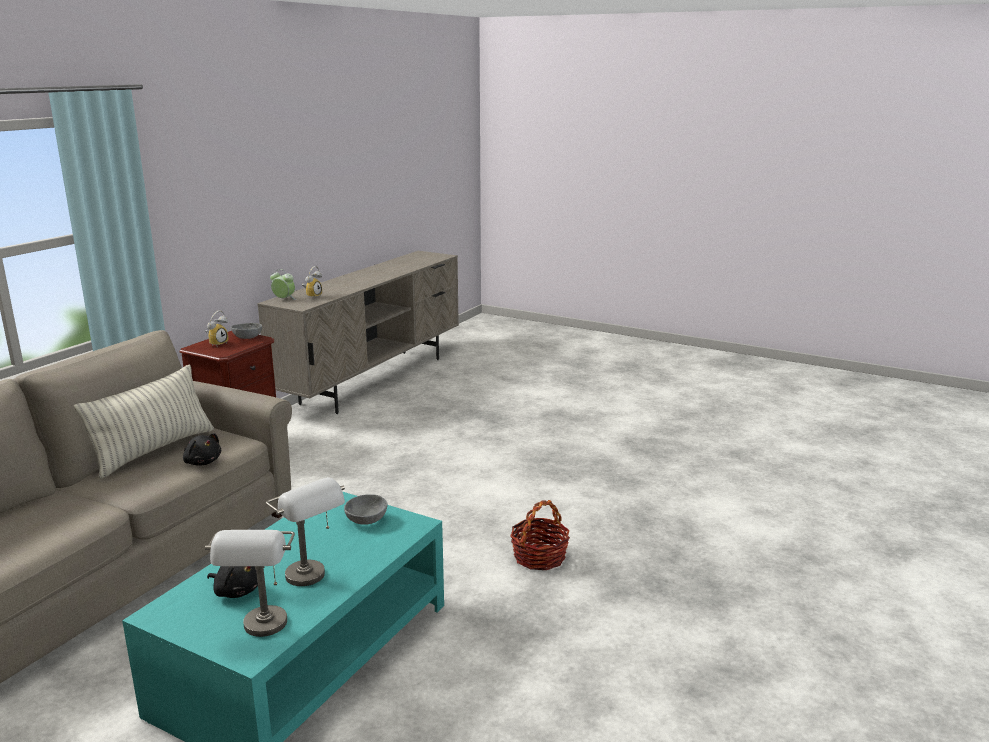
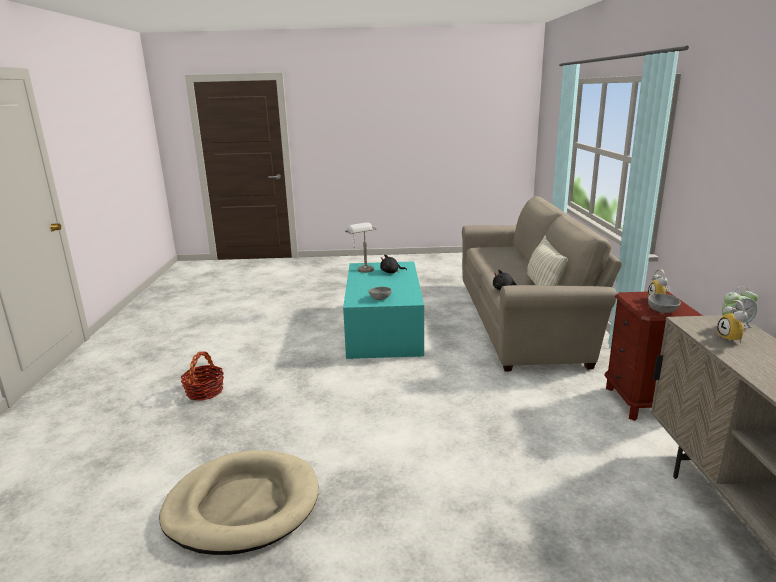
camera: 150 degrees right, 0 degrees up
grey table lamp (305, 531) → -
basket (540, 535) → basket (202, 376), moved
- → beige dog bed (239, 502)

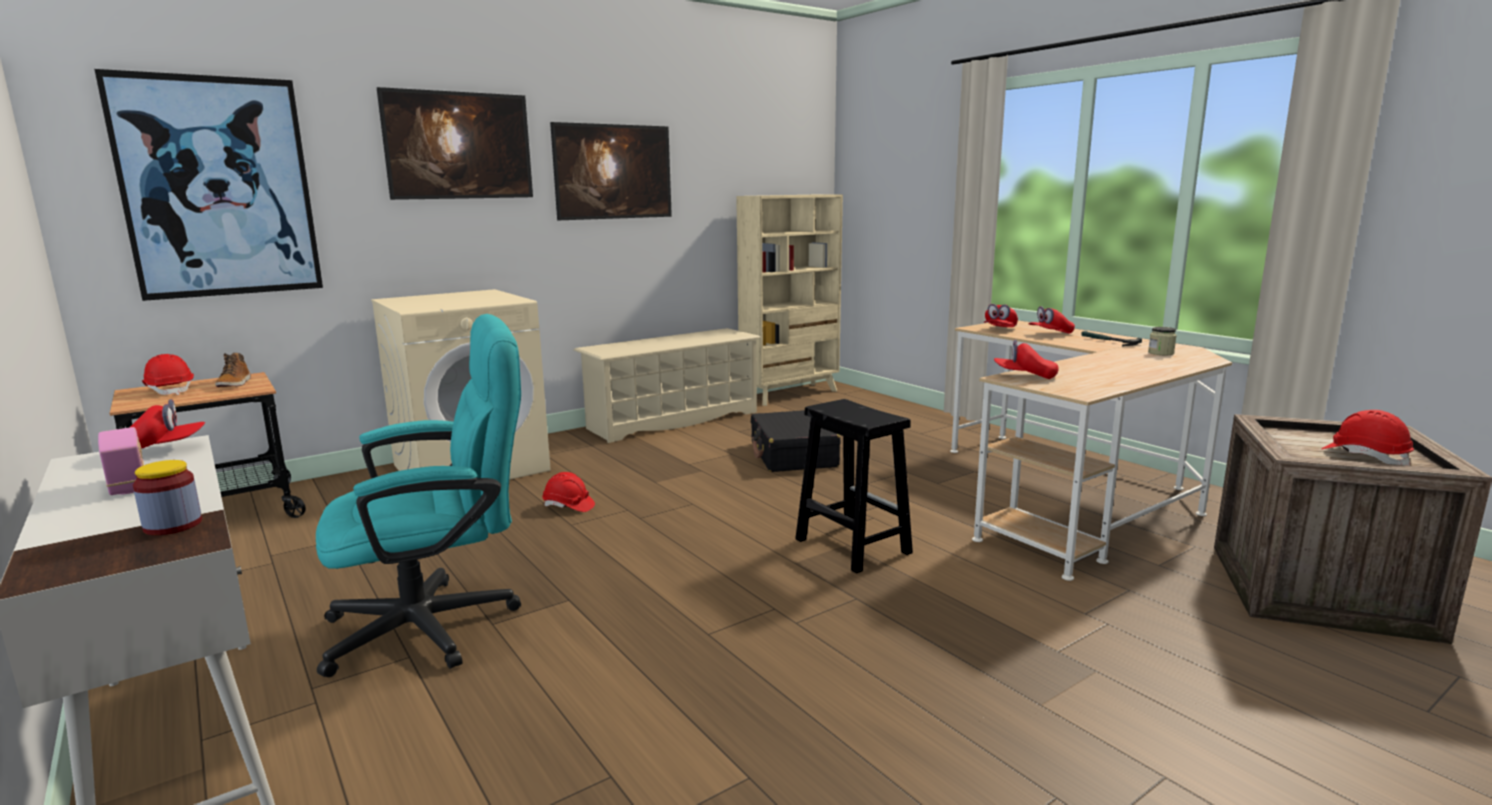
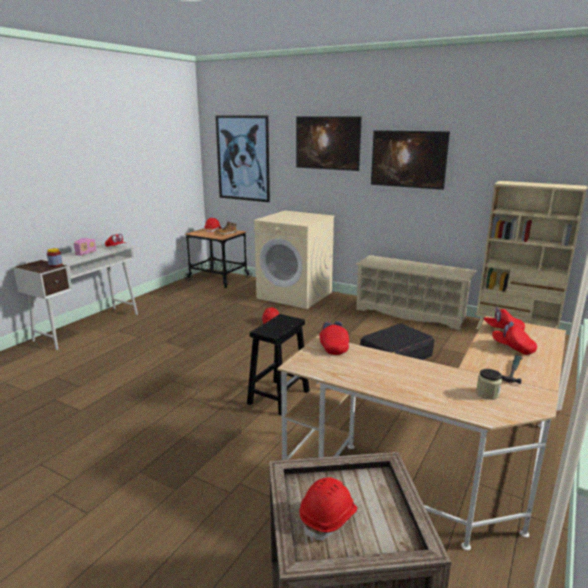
camera: 65 degrees right, 5 degrees up
turquoise office chair (418, 495) → -

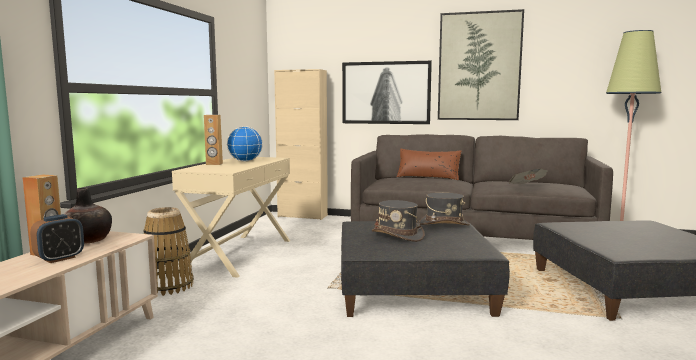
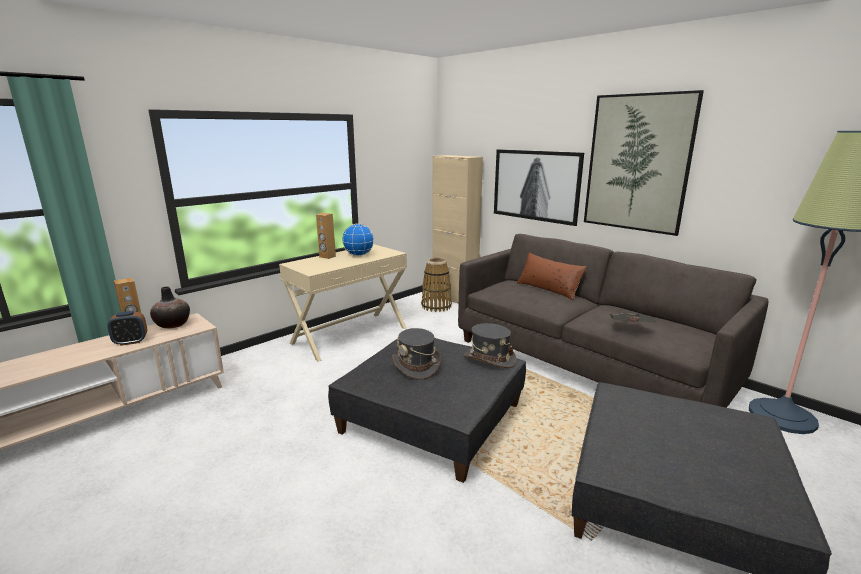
camera: 30 degrees right, 10 degrees up
basket (168, 251) → basket (436, 285), moved

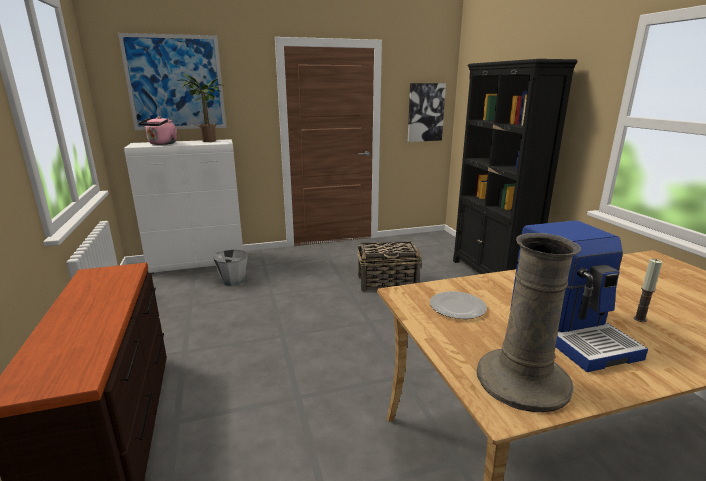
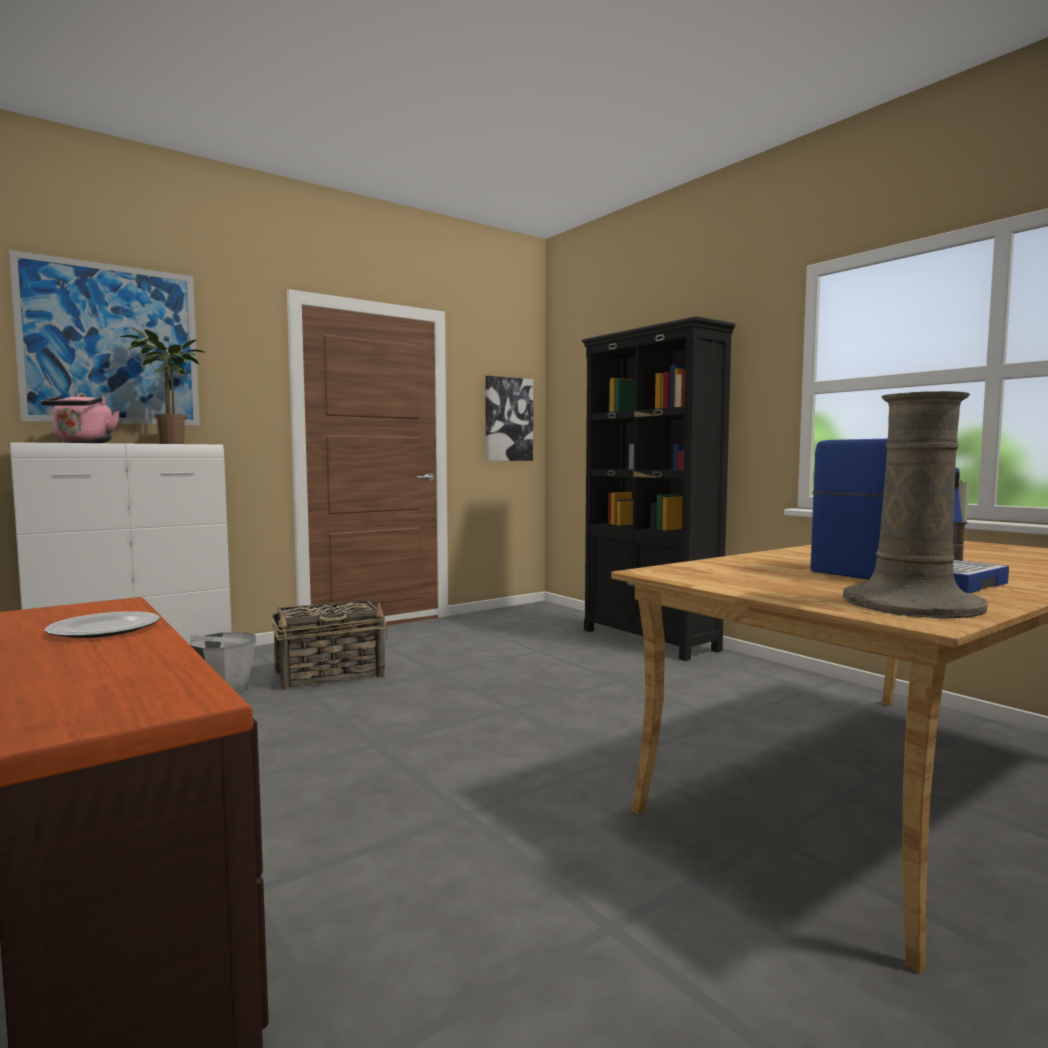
camera: 20 degrees left, 15 degrees down
basket (389, 266) → basket (329, 645), moved
plate (458, 305) → plate (102, 624), moved

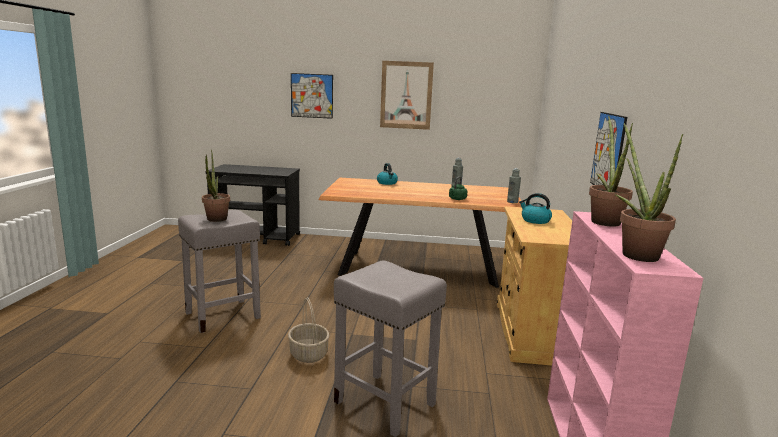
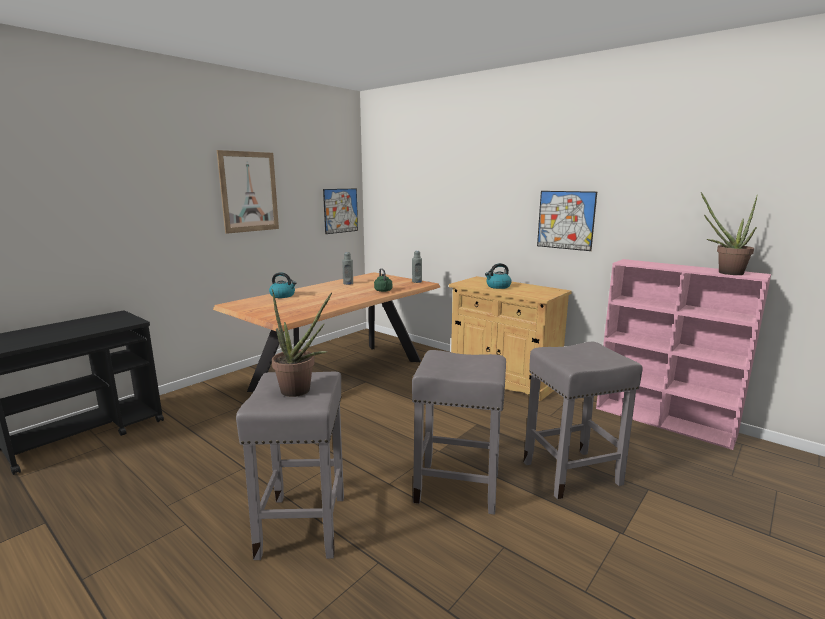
camera: 55 degrees left, 0 degrees up
basket (308, 330) → grey stool (459, 432)
picture (312, 96) → picture (340, 211), moved
potted plant (611, 171) → -

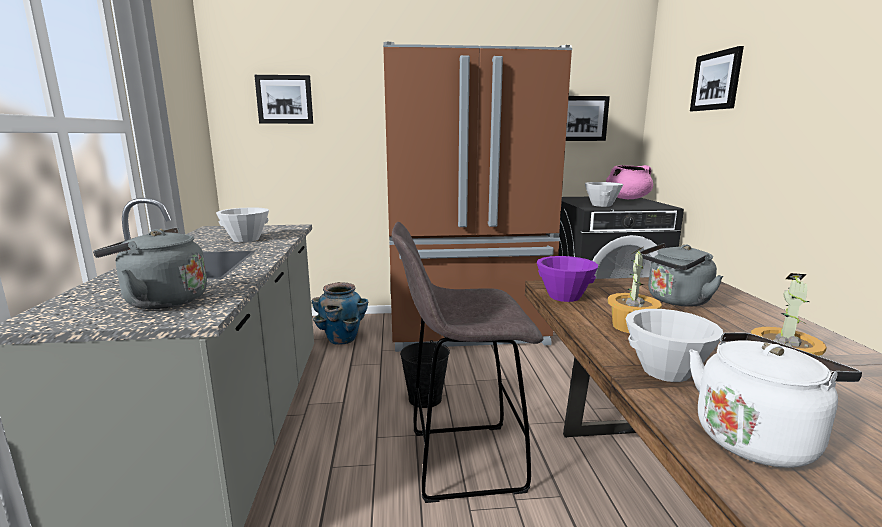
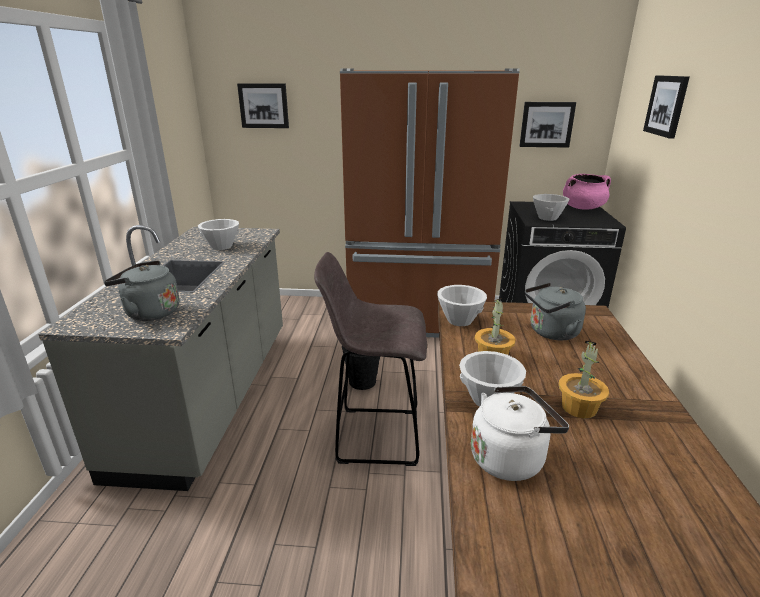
camera: 10 degrees right, 10 degrees up
planter (340, 313) → -
purple bowl (567, 279) → white bowl (462, 305)

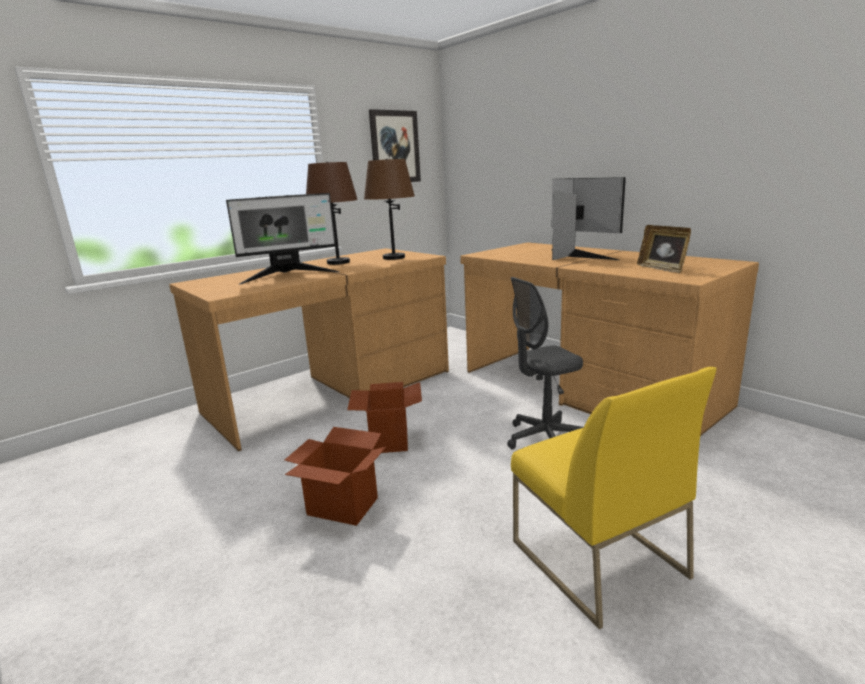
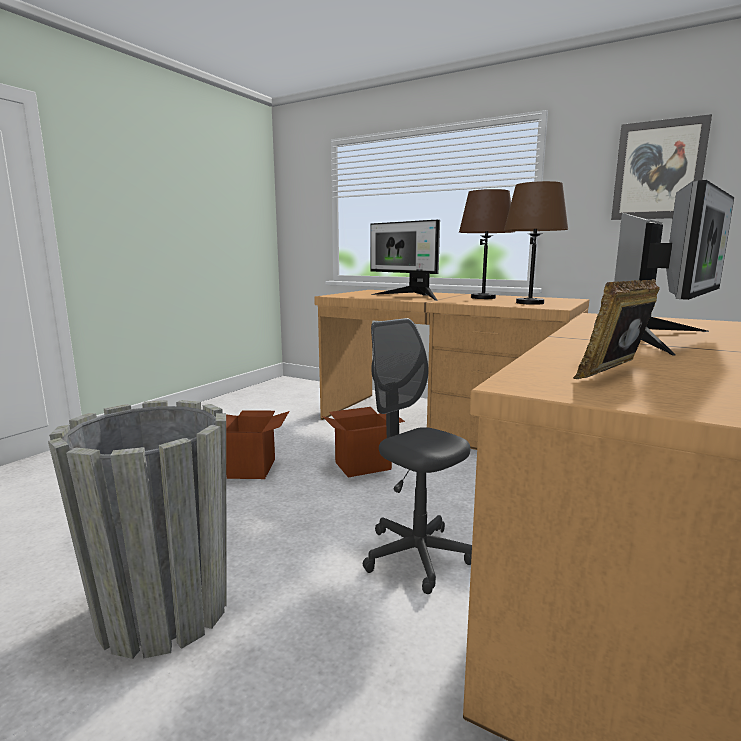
camera: 70 degrees right, 5 degrees down
yellow chair (614, 498) → grey planter (137, 529)

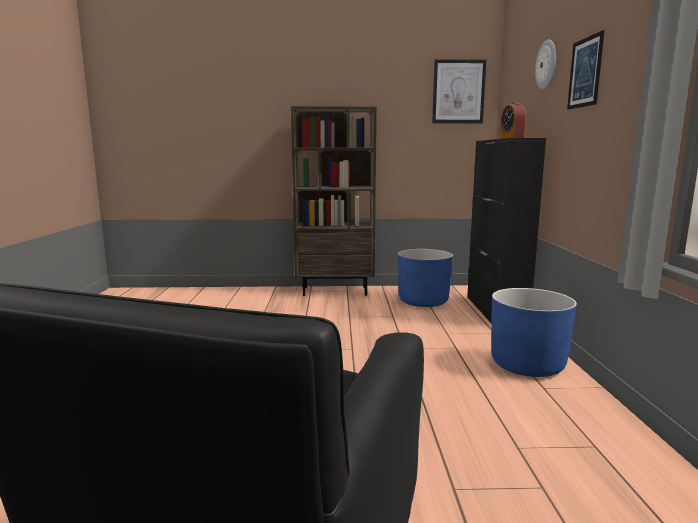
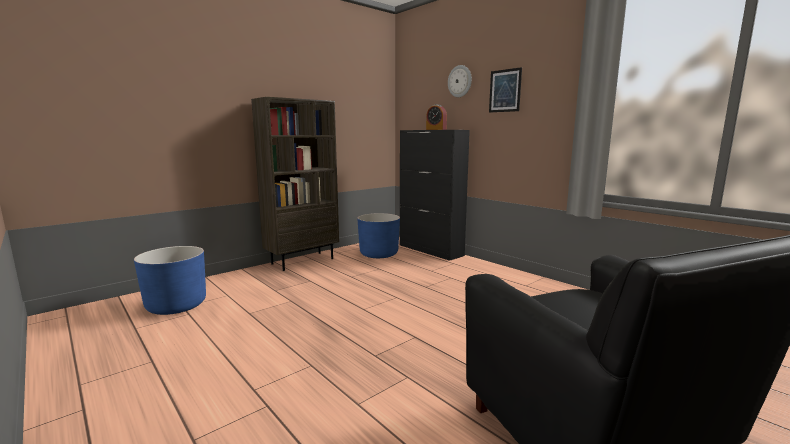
camera: 40 degrees left, 0 degrees up
picture (459, 91) → -
blue planter (534, 332) → blue planter (170, 280), moved

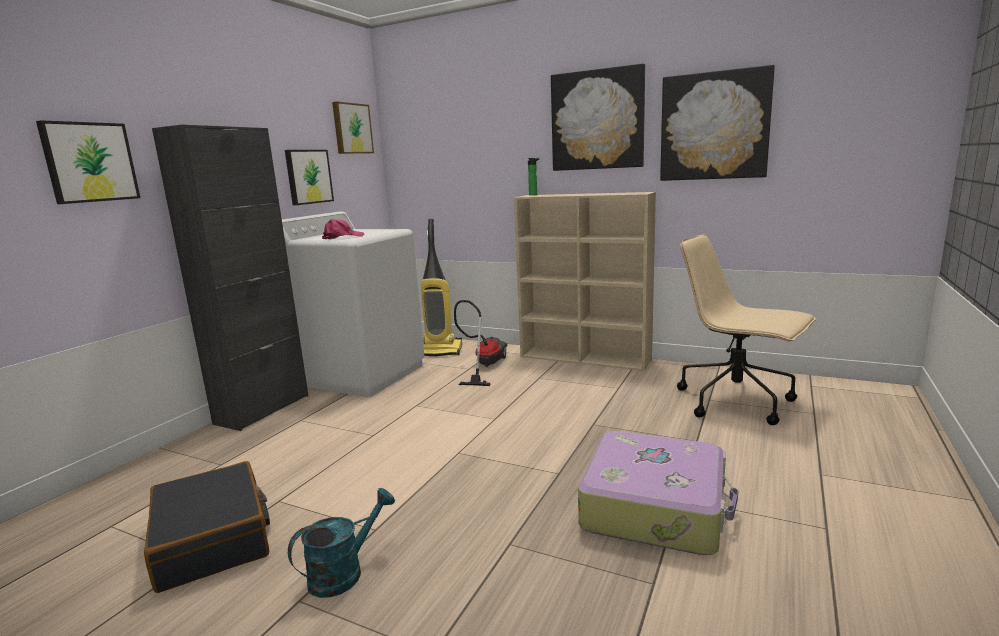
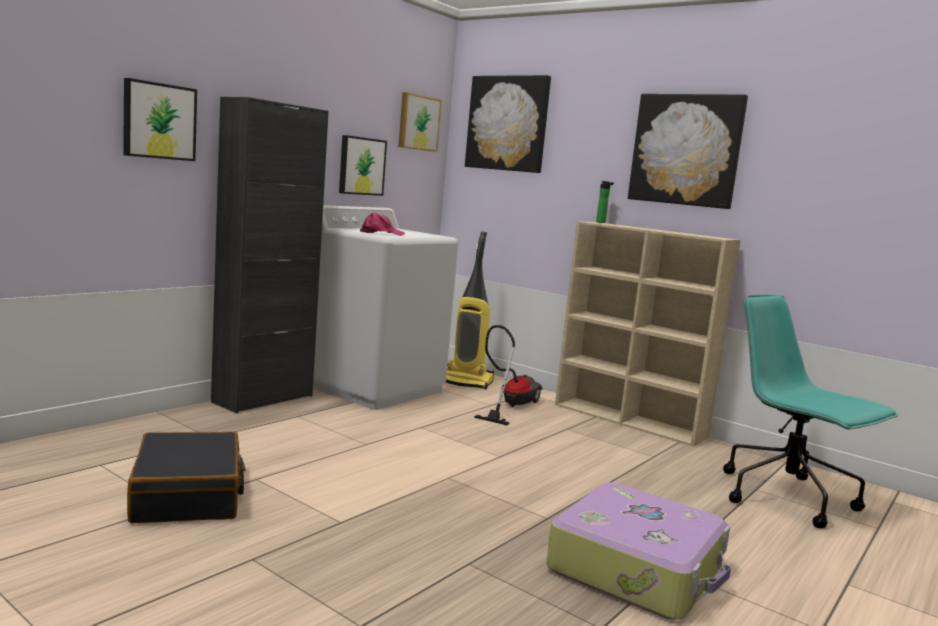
camera: 10 degrees right, 5 degrees down
turquoise watering can (341, 543) → -
picture (717, 123) → picture (508, 124), moved
beige office chair (746, 330) → turquoise office chair (810, 411)

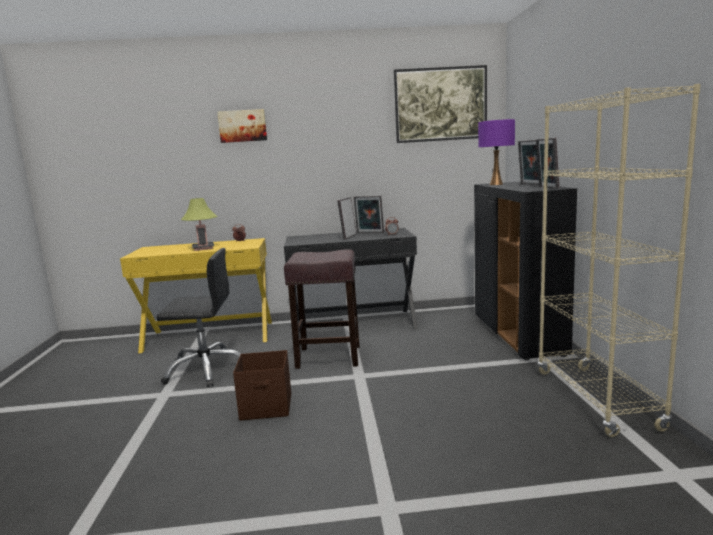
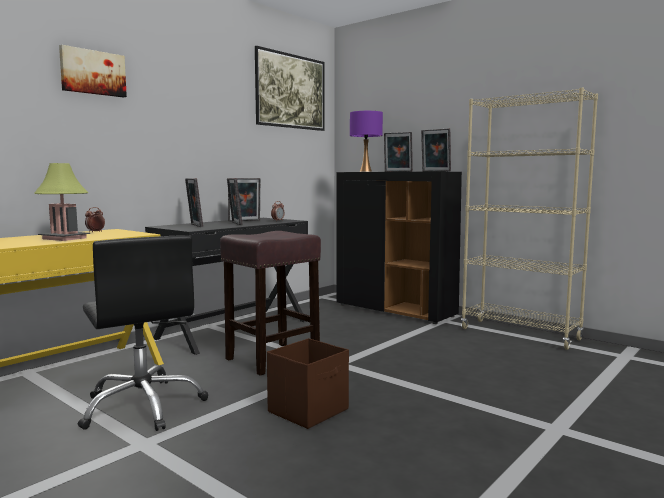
camera: 45 degrees left, 5 degrees down
black office chair (198, 317) → black office chair (143, 333), 105 degrees clockwise
- → picture frame (194, 202)

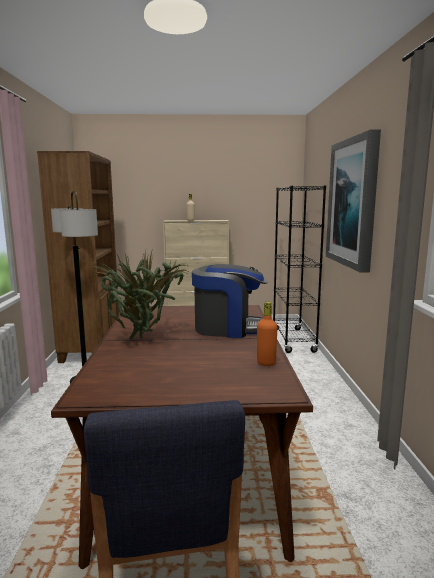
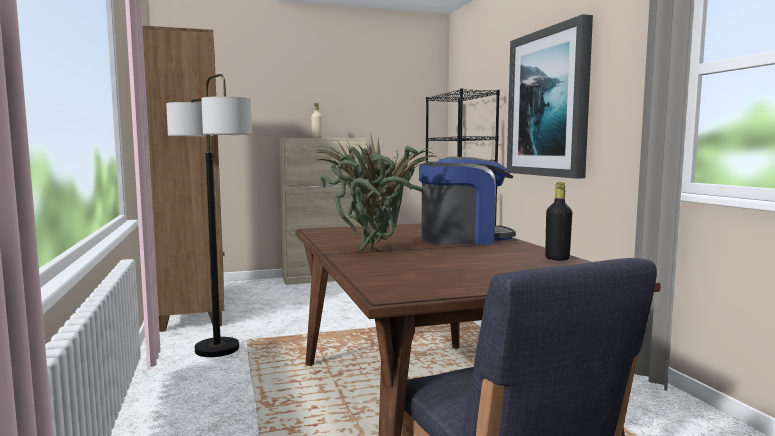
camera: 15 degrees left, 5 degrees down
orange bottle (267, 334) → black bottle (558, 221)

